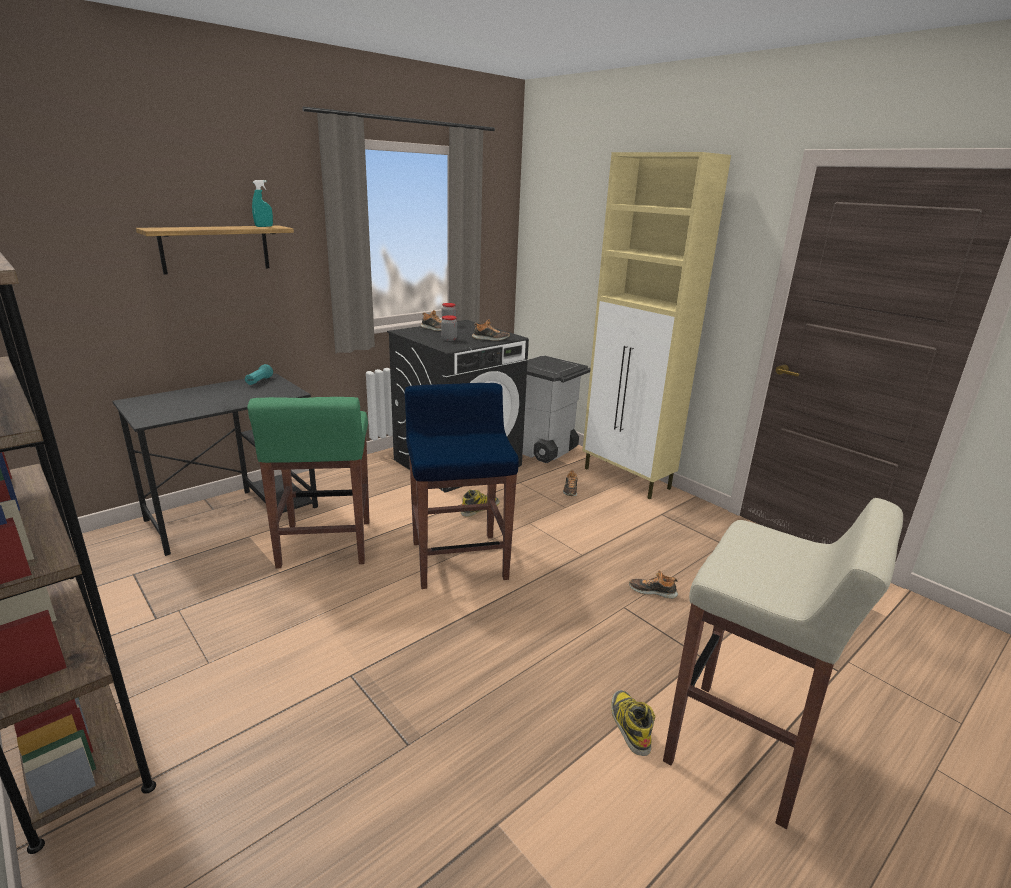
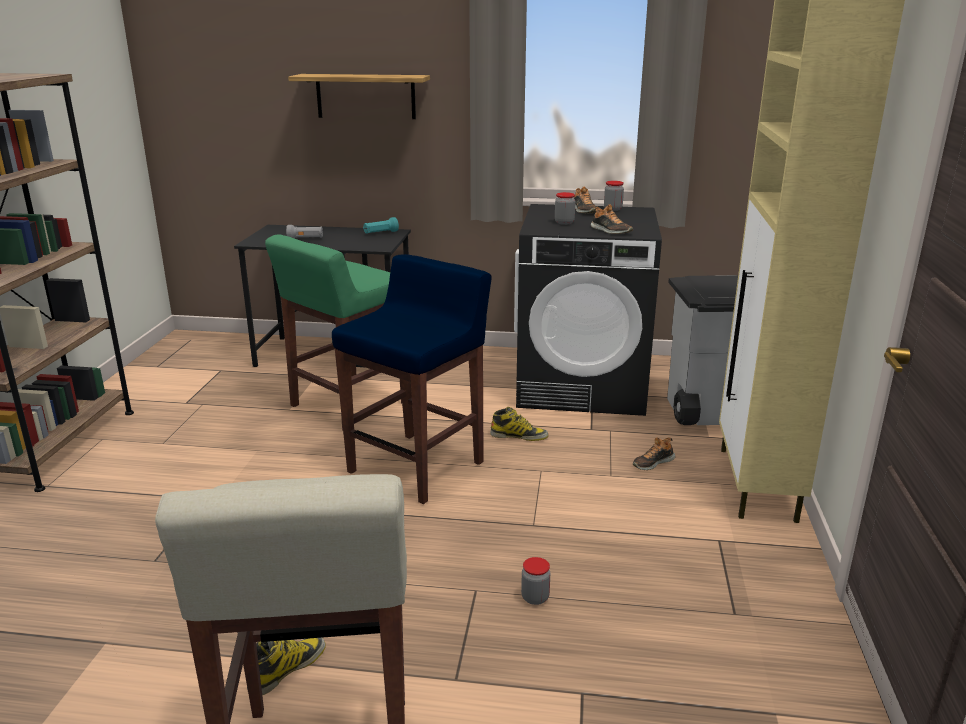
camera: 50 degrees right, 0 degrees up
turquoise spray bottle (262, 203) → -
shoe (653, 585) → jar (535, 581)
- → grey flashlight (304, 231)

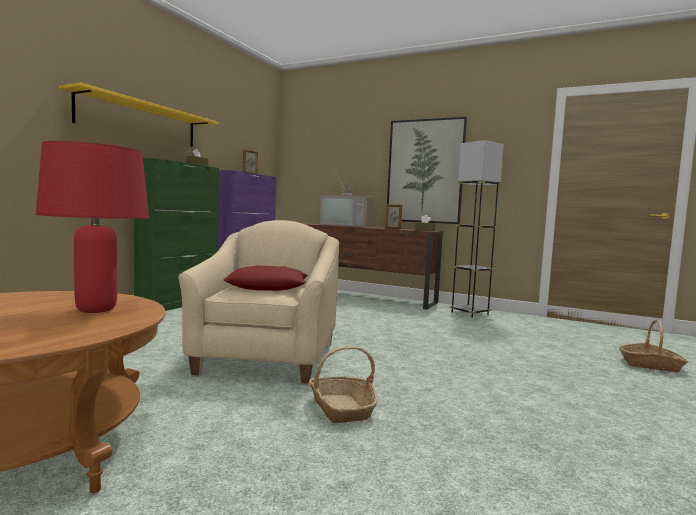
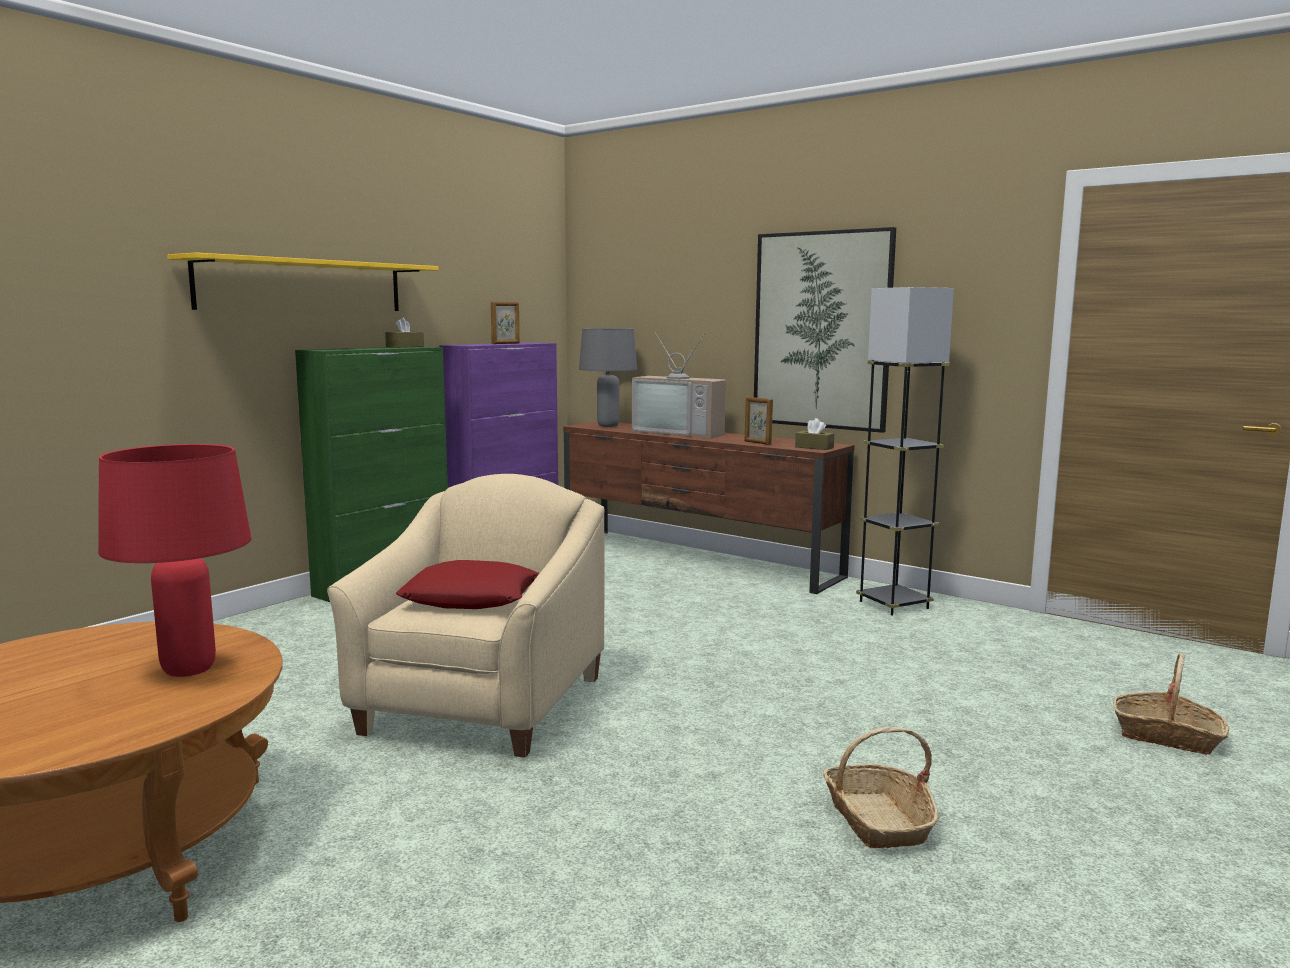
camera: 10 degrees right, 5 degrees up
basket (343, 384) → basket (881, 787), moved
- → grey table lamp (608, 377)

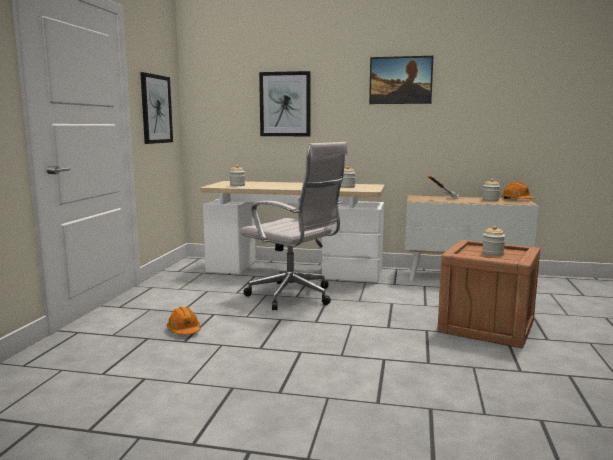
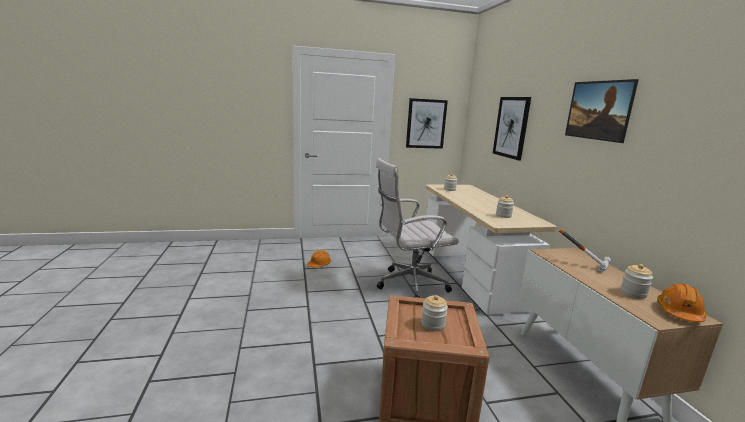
camera: 65 degrees right, 5 degrees up
white office chair (294, 226) → white office chair (417, 228), 60 degrees clockwise

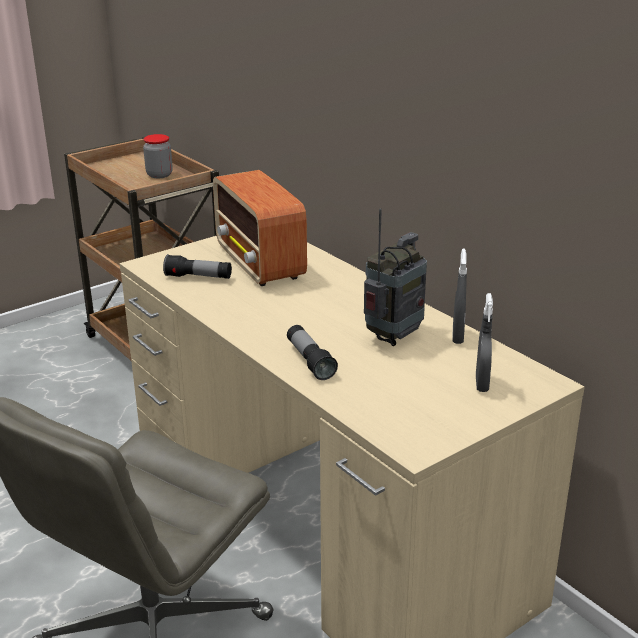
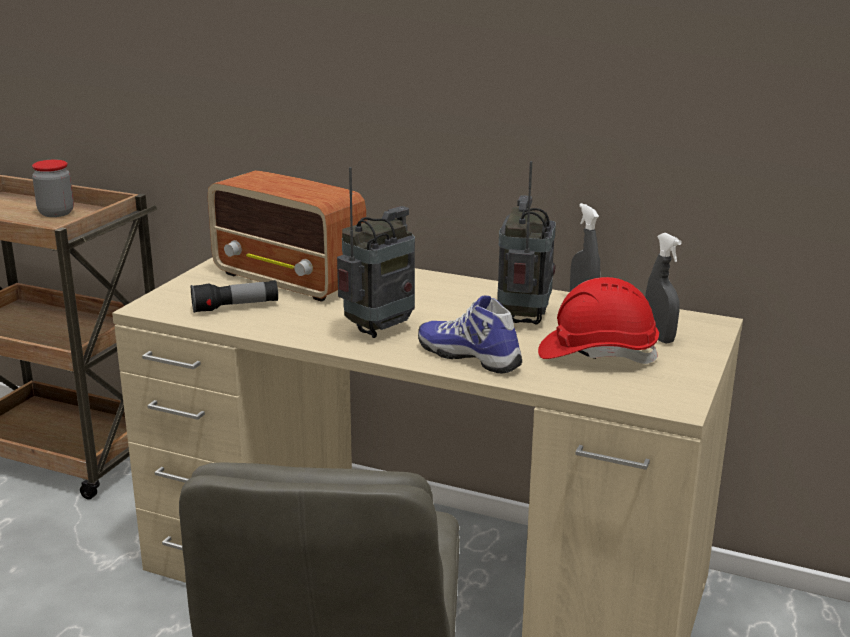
camera: 30 degrees left, 5 degrees down
flashlight (312, 352) → shoe (470, 334)
- → radio (376, 252)
- → red hard hat (598, 320)

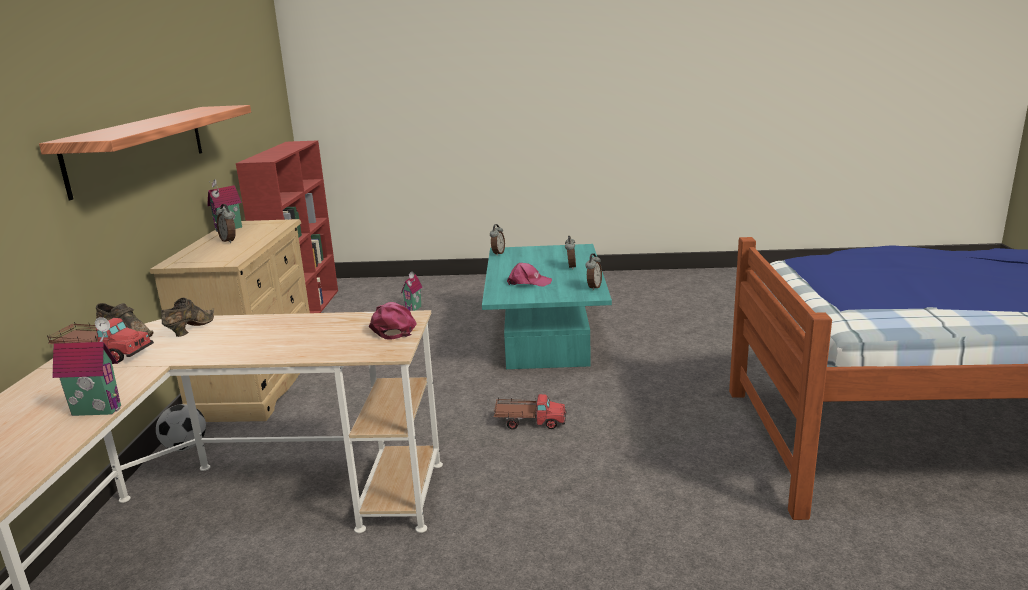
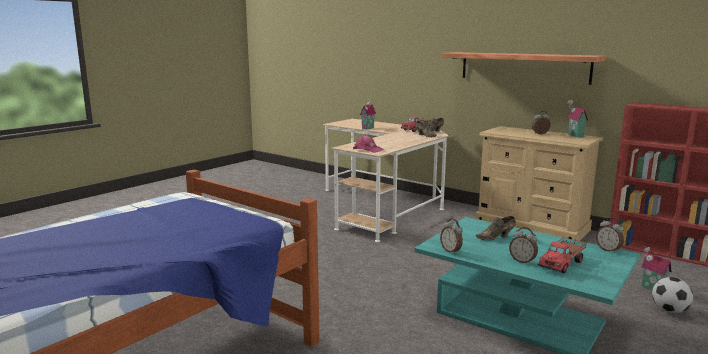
camera: 125 degrees right, 5 degrees down
football (181, 427) → football (672, 295), moved
toy truck (530, 412) → toy truck (562, 254), moved
pink cap (529, 275) → brown shoe (496, 228)

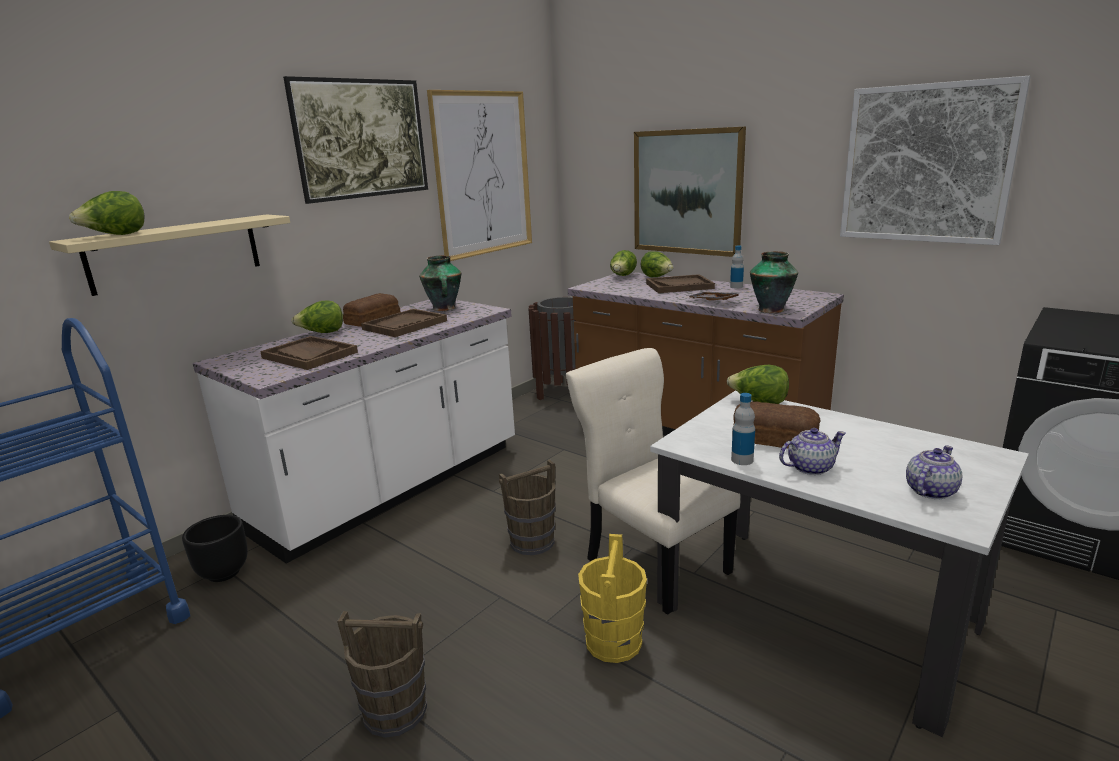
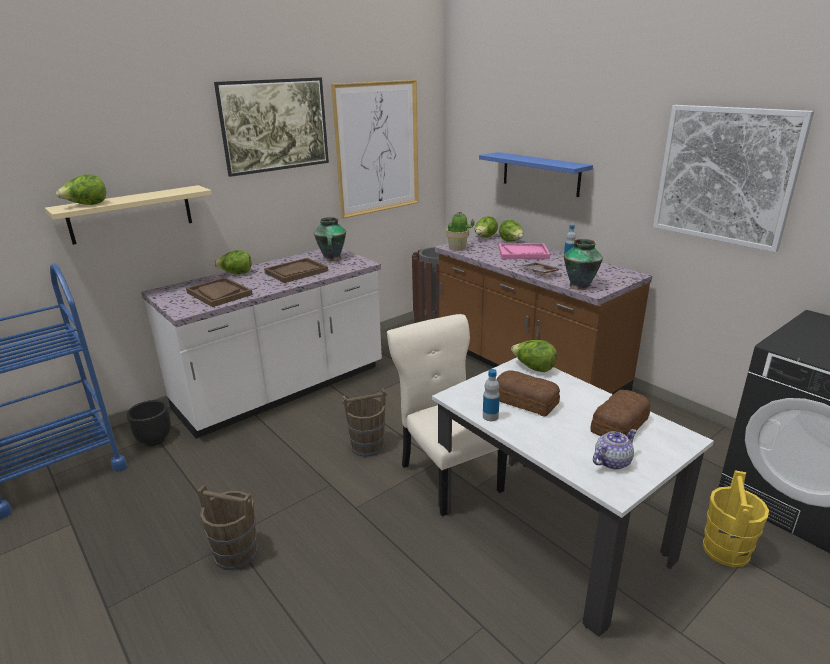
camera: 10 degrees right, 5 degrees up
bread (371, 310) → bread (620, 413), moved
yellow bucket (612, 598) → yellow bucket (736, 518), moved
picture (690, 191) → blue shelf (536, 174)
brown tray (680, 283) → pink tray (524, 251)
teapot (812, 451) → -
- → potted plant (460, 231)

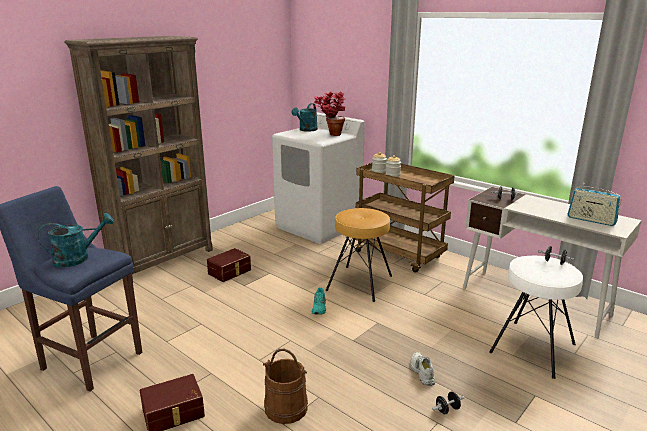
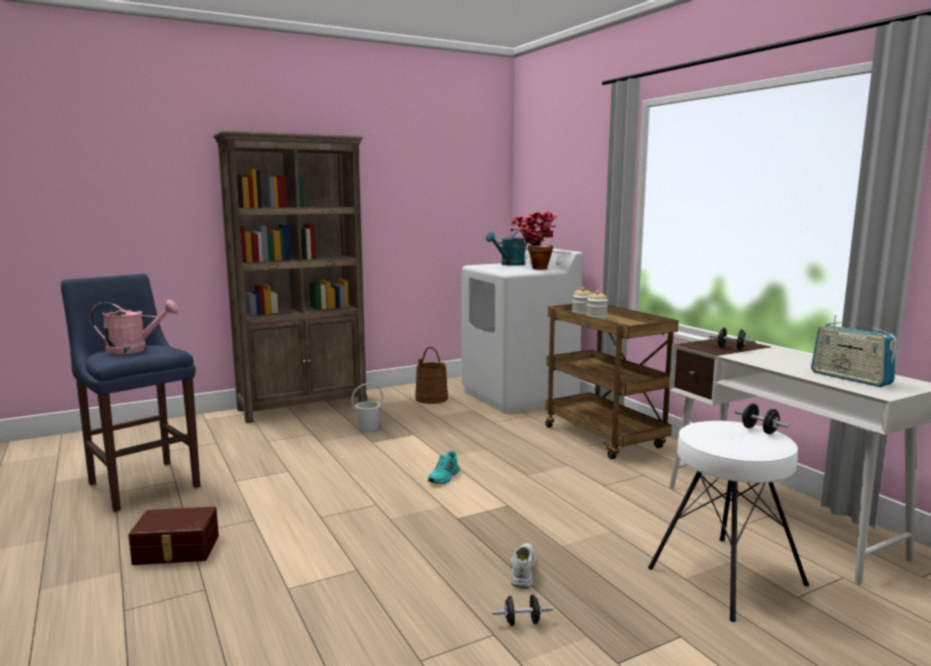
camera: 20 degrees right, 10 degrees down
turquoise watering can (76, 240) → pink watering can (134, 327)
brown storage box (229, 265) → white bucket (367, 407)
brown bucket (285, 386) → brown bucket (431, 375), moved
brown stool (359, 255) → -

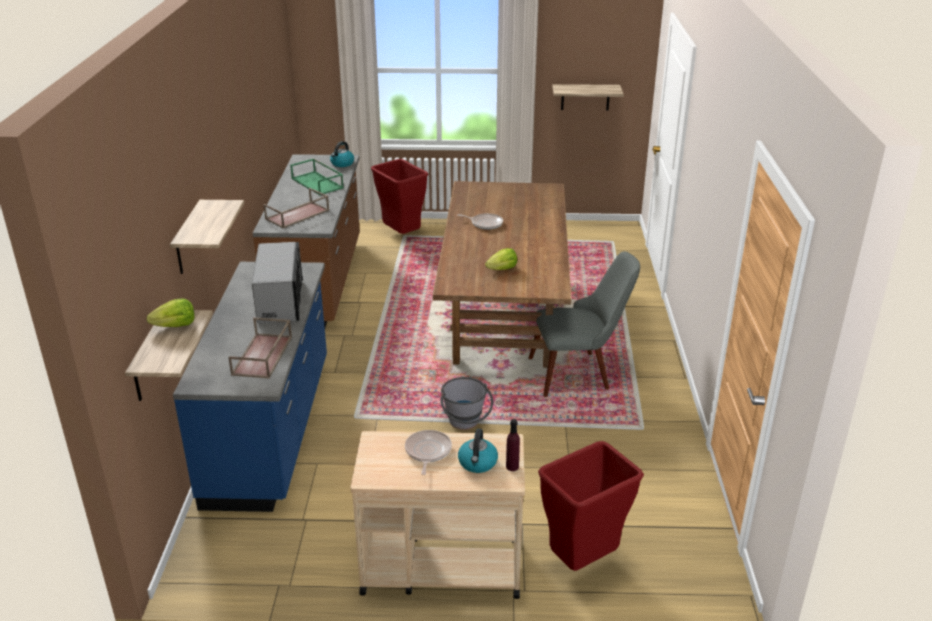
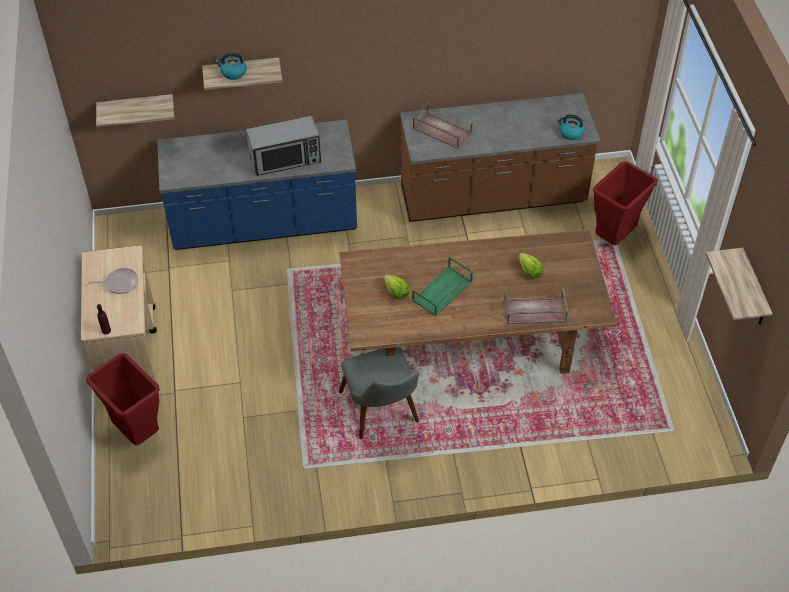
camera: 80 degrees right, 20 degrees up
lettuce (170, 313) → lettuce (531, 266), moved
brown tray (260, 348) → brown tray (536, 306), moved
green tray (317, 176) → green tray (442, 286), moved
grey bucket (467, 403) → -
frying pan (480, 221) → -
kettle (478, 451) → kettle (231, 66), moved

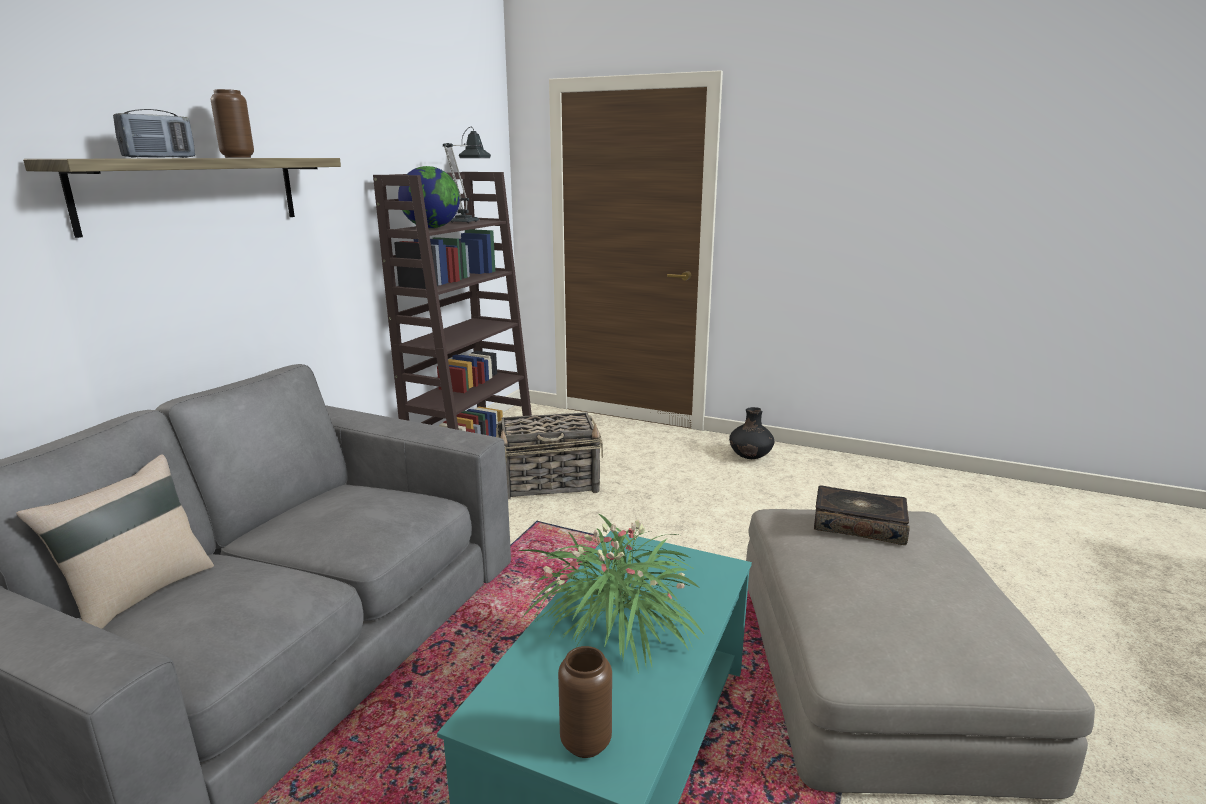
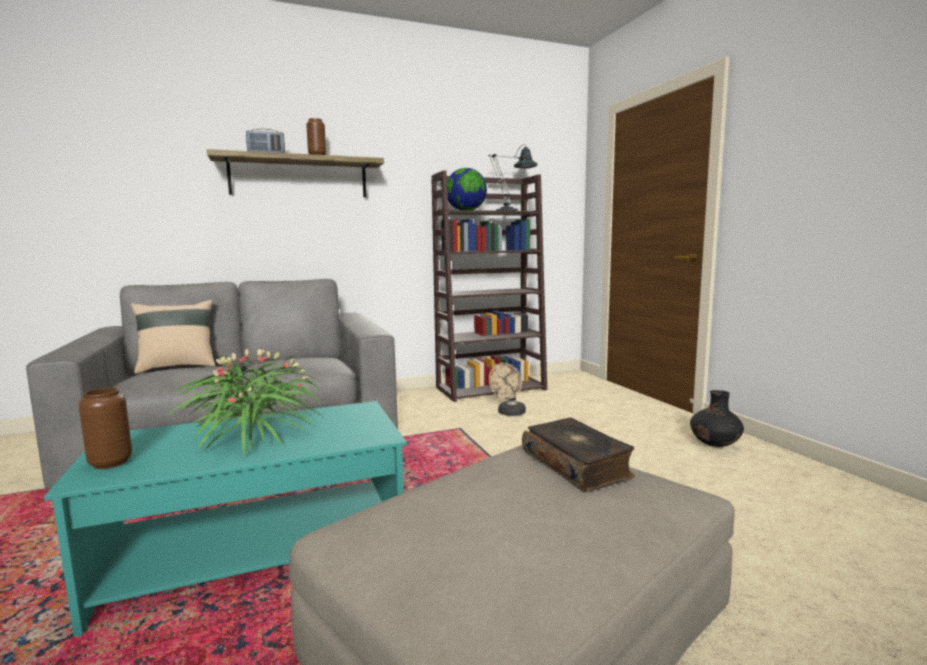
camera: 45 degrees right, 10 degrees down
basket (549, 456) → beige fan (507, 389)

